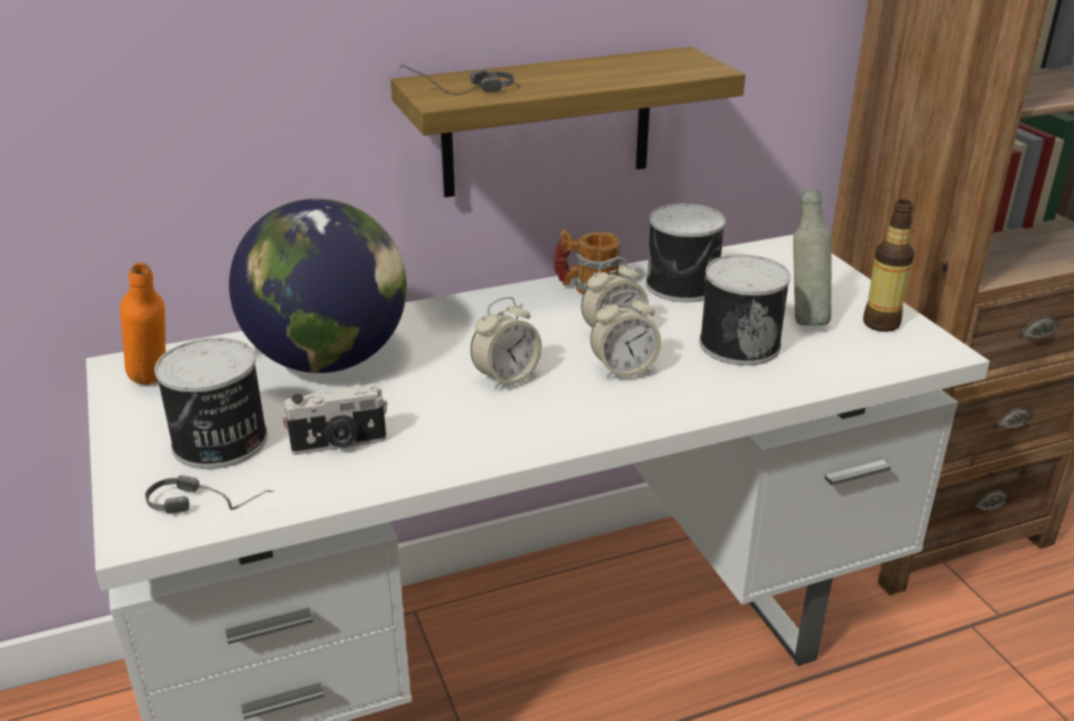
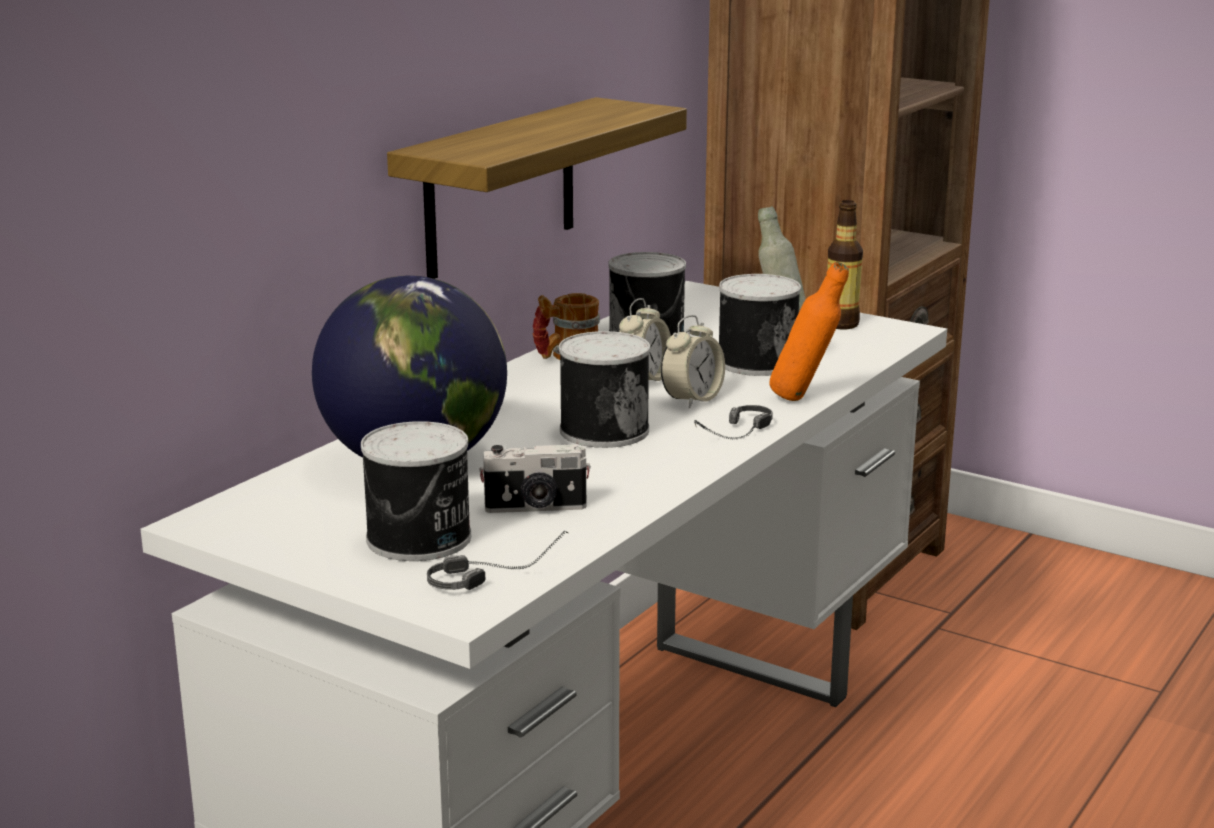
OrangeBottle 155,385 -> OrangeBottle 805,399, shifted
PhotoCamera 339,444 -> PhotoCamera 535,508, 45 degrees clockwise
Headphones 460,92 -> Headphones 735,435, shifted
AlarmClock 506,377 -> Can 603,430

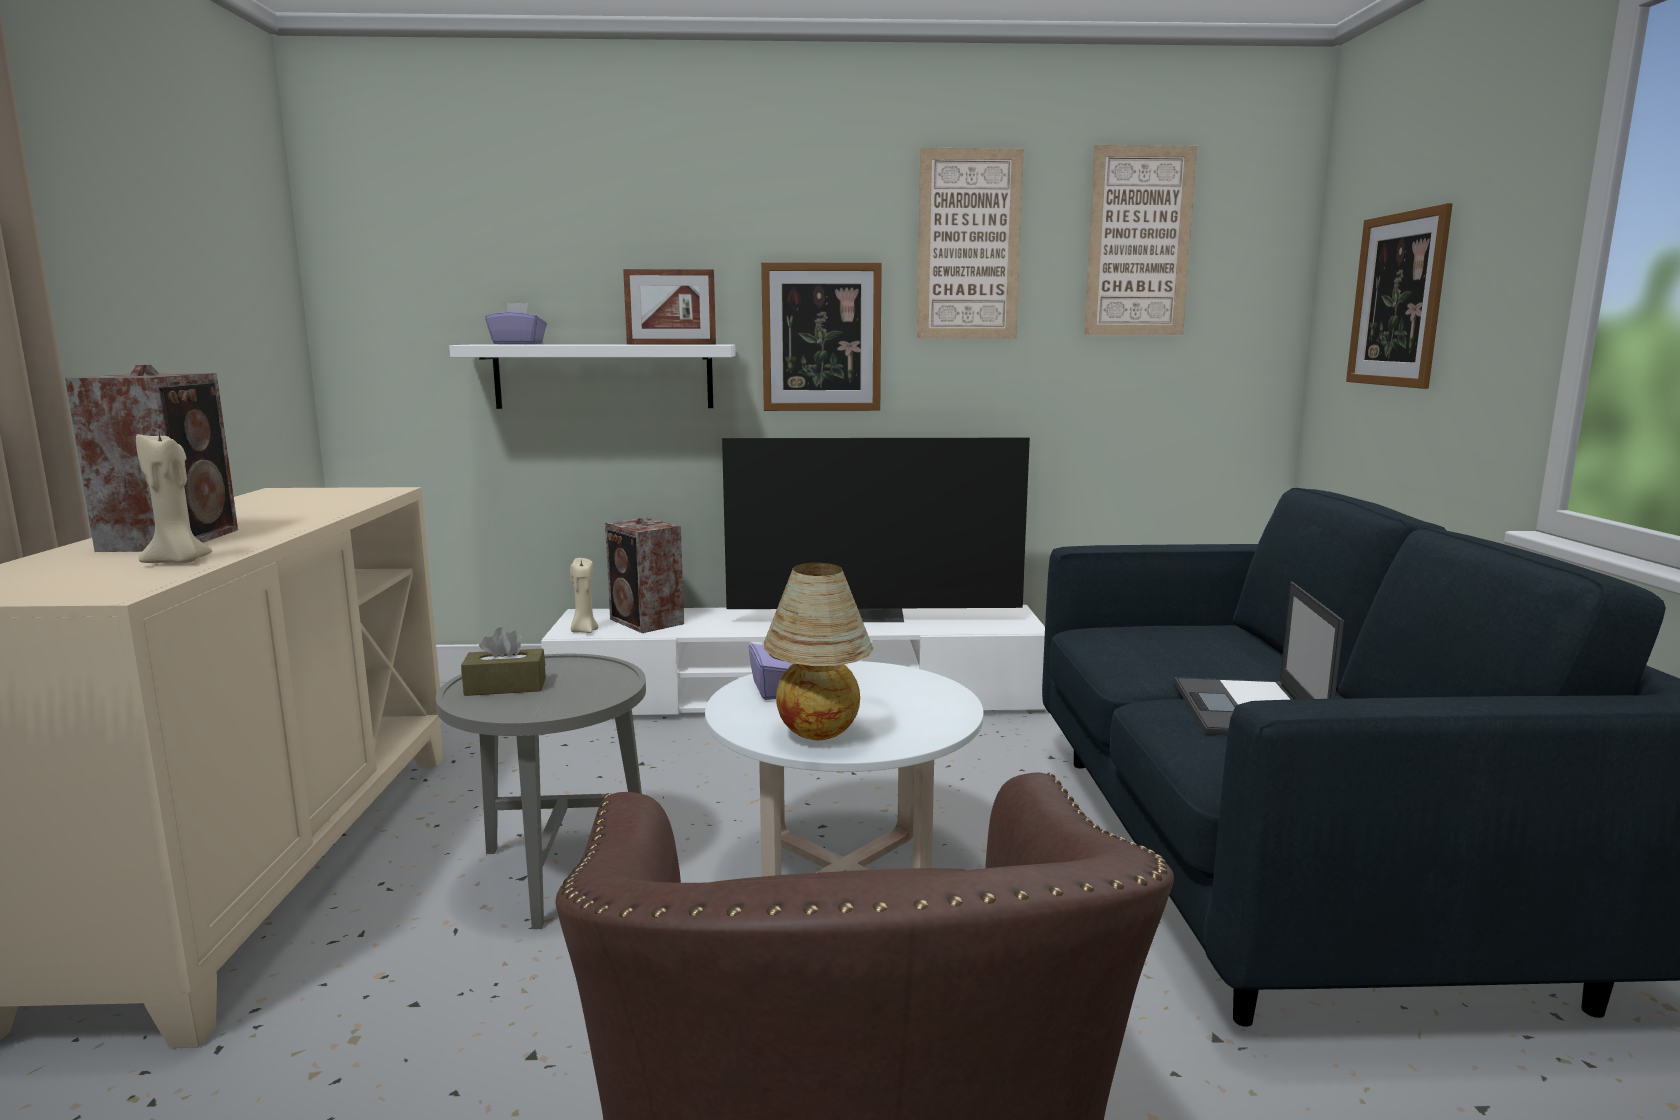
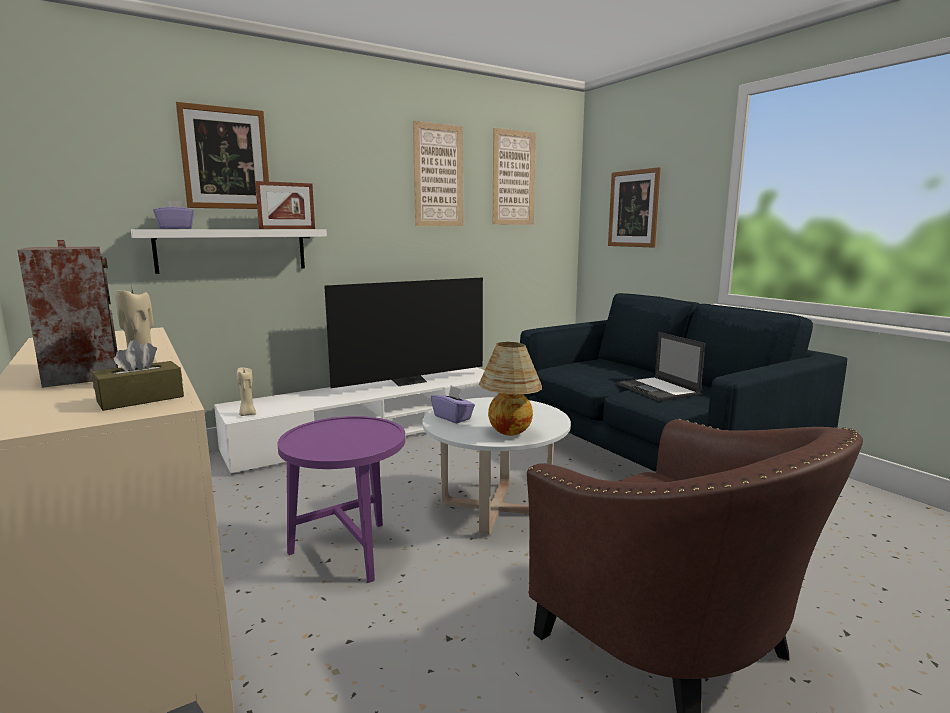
GreySideTable 557,877 -> PurpleSideTable 349,553
BrownTissueBox 505,687 -> BrownTissueBox 141,399, shifted
Speaker 647,622 -> none
Picture 821,337 -> Picture 225,158, shifted

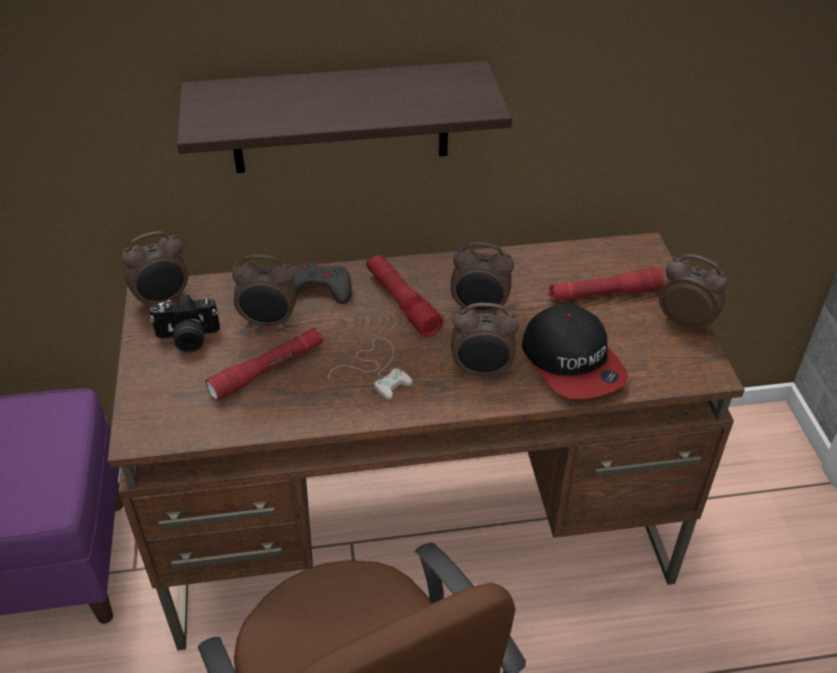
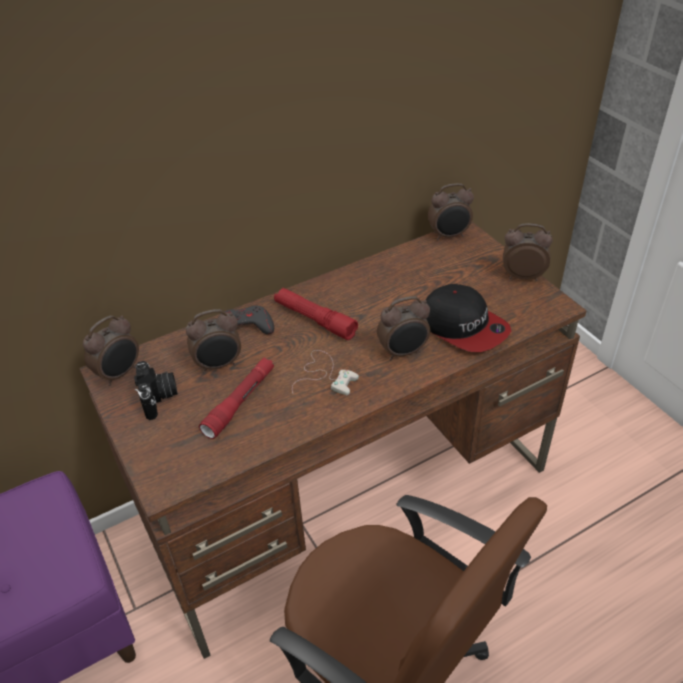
PhotoCamera 188,338 -> PhotoCamera 159,398, 75 degrees counterclockwise
Shelf 340,118 -> none
AlarmClock 479,310 -> AlarmClock 449,236, shifted
RedFlashlight 604,294 -> none

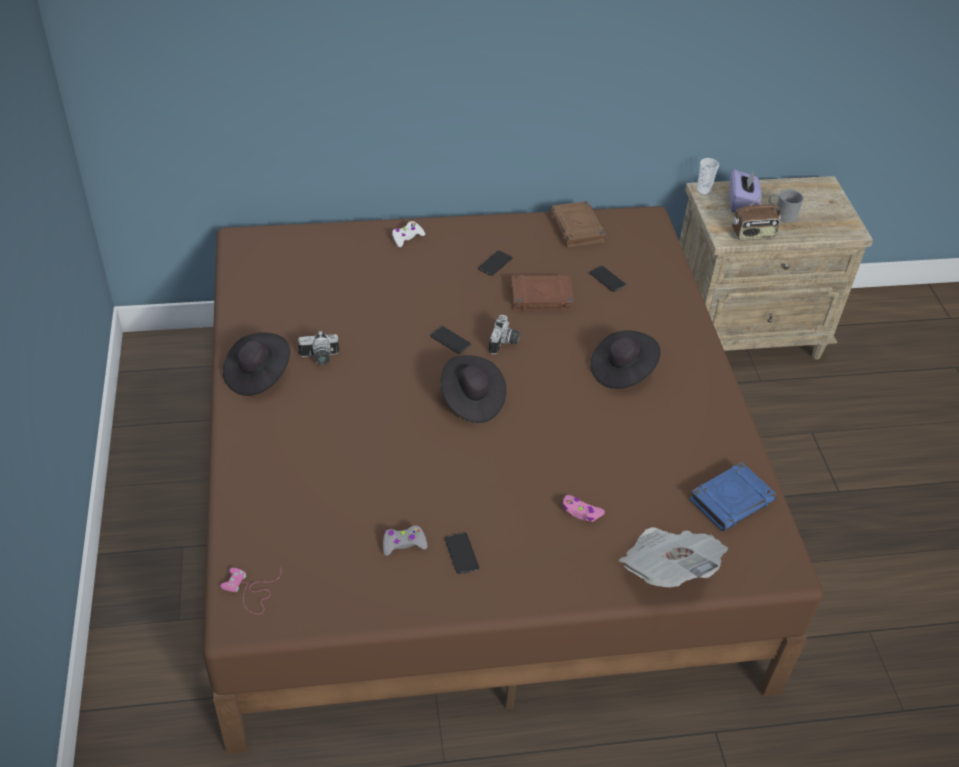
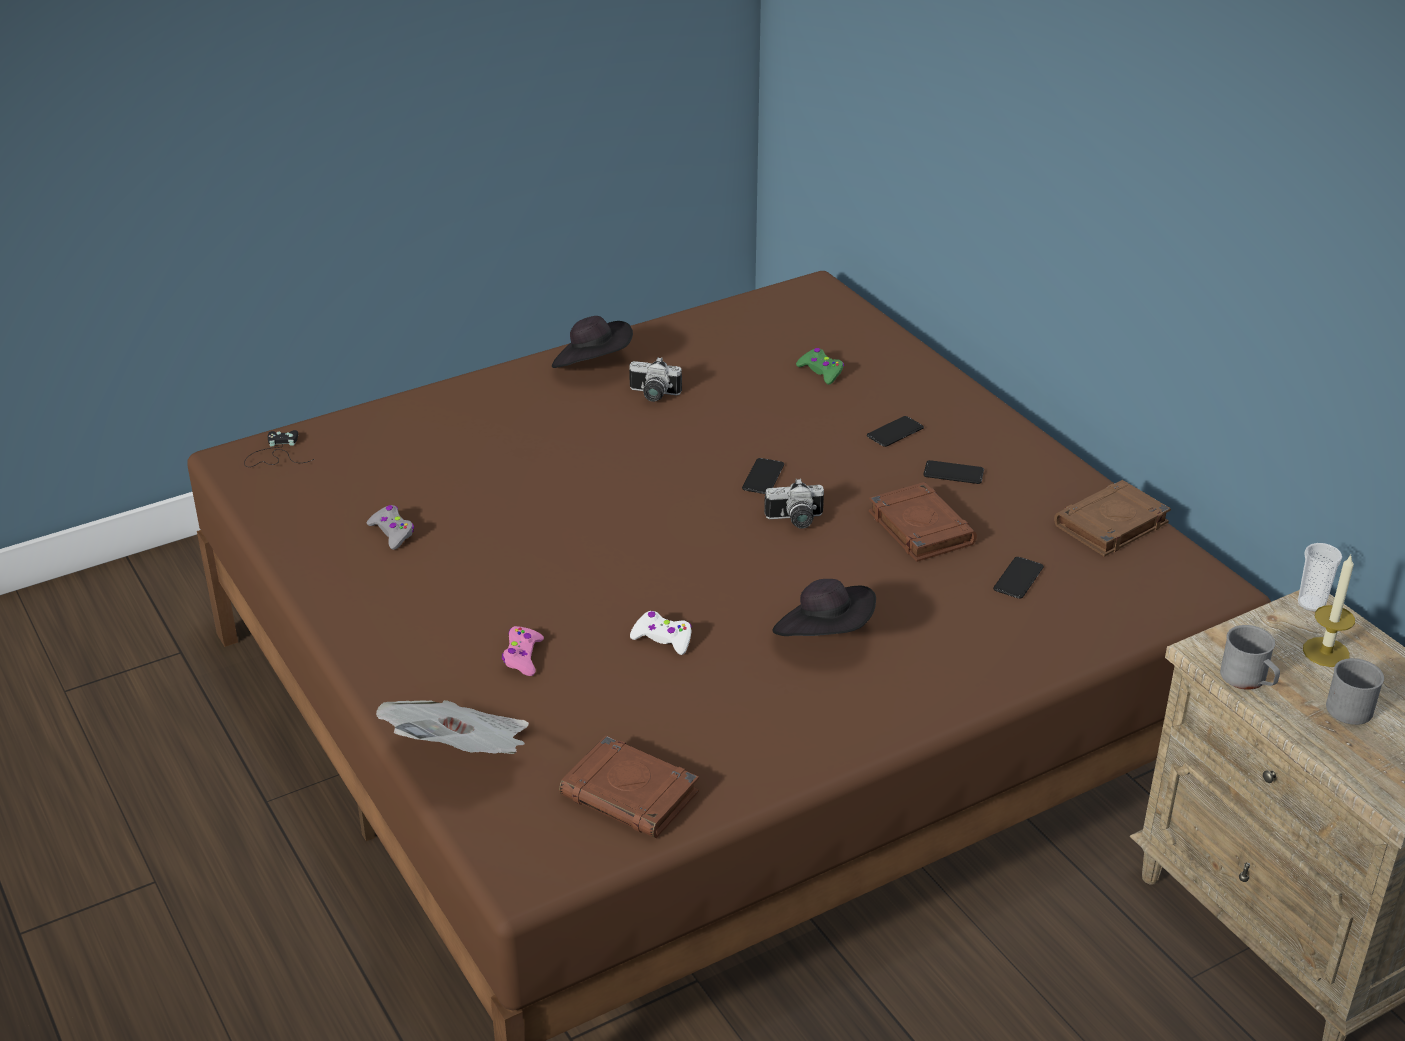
PinkGameController 251,591 -> BlackGameController 275,454
PhotoCamera 319,358 -> PhotoCamera 653,395, 45 degrees counterclockwise
WhiteGameController 407,237 -> WhiteGameController 663,638, shifted
BlackHat 471,400 -> none
Phone 461,553 -> Phone 895,432, shifted
BlueBook 731,500 -> BrownBook 631,795
PurpleTissueBox 741,203 -> Candle 1326,652
Radio 753,234 -> GreyMug 1248,680
none -> GreenGameController 821,371

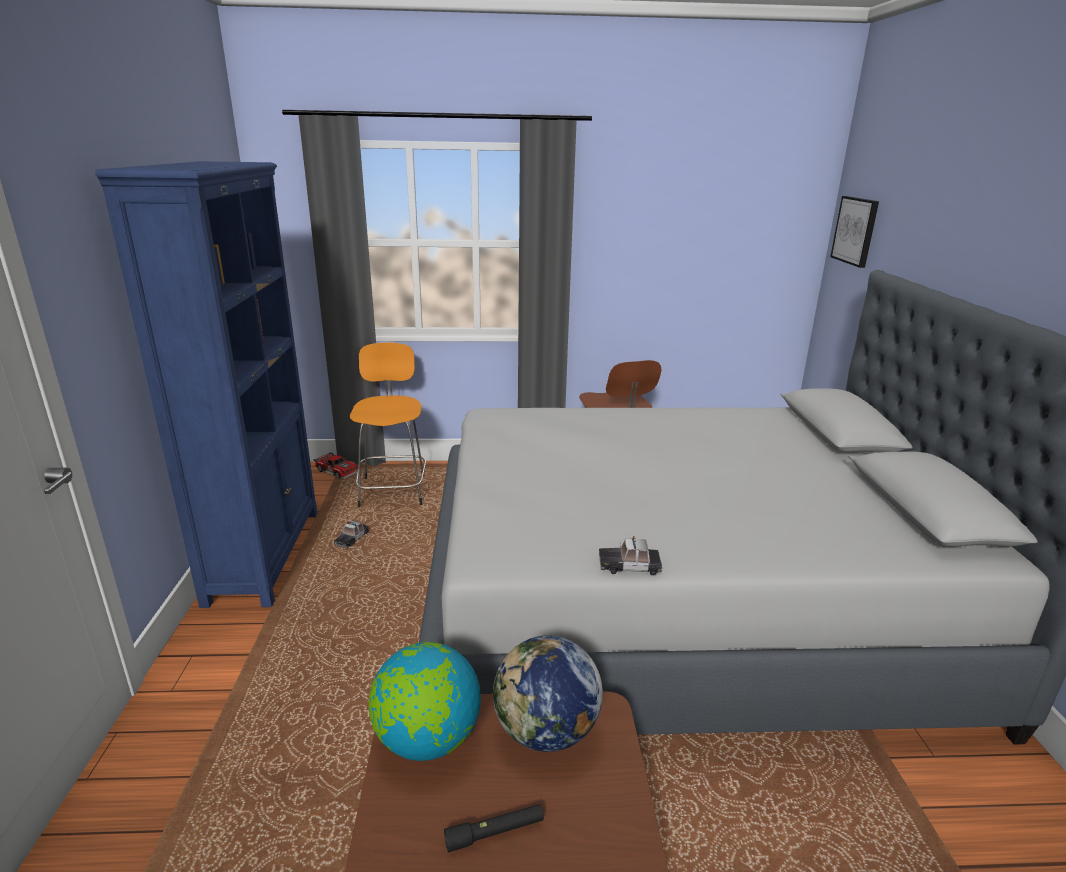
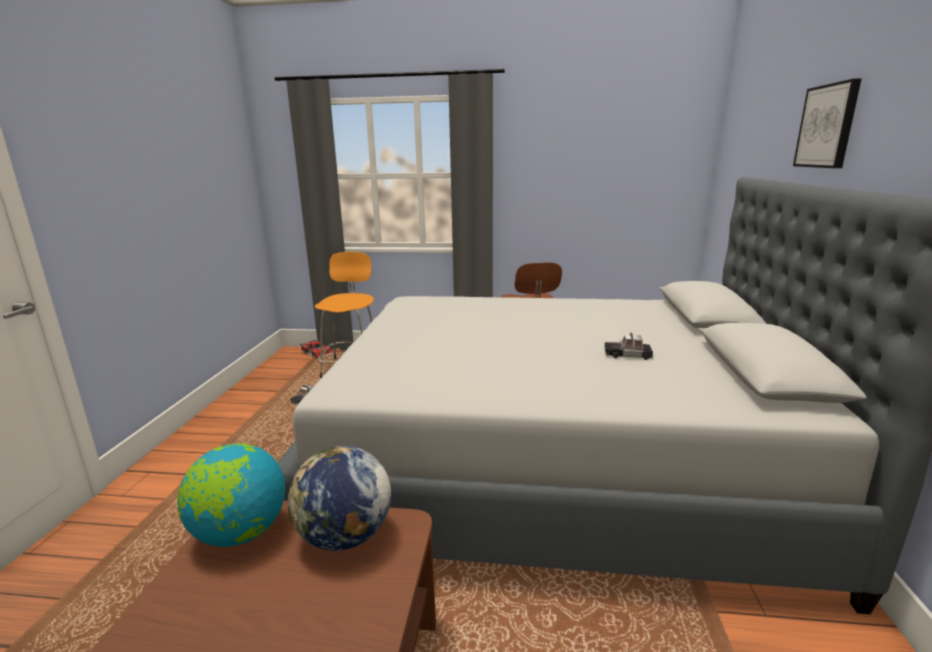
BlueBookcase 265,554 -> none
BlackFlashlight 495,832 -> none
ToyCar 629,565 -> ToyCar 627,354, shifted
Picture 855,231 -> Picture 827,126, shifted

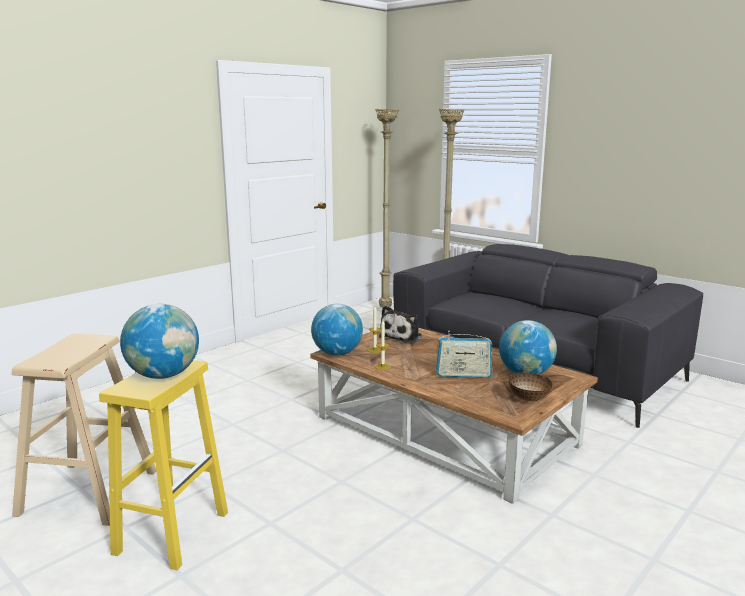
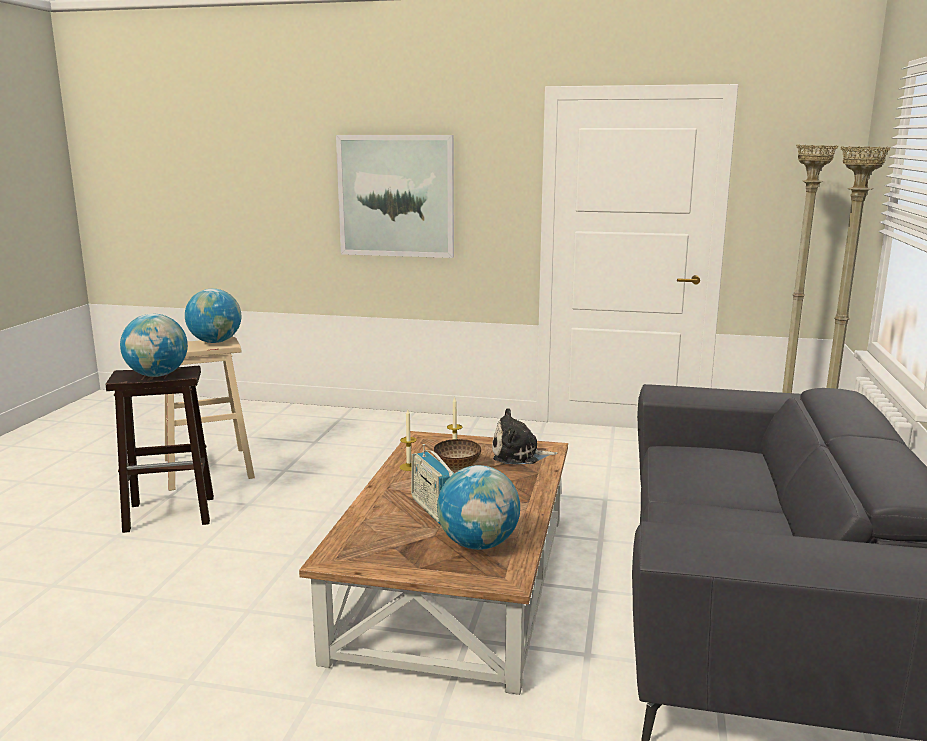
YellowStool 173,531 -> BrownStool 171,513
Globe 337,353 -> Globe 215,342, shifted
Bowl 529,399 -> Bowl 456,468, shifted
none -> Picture 396,196

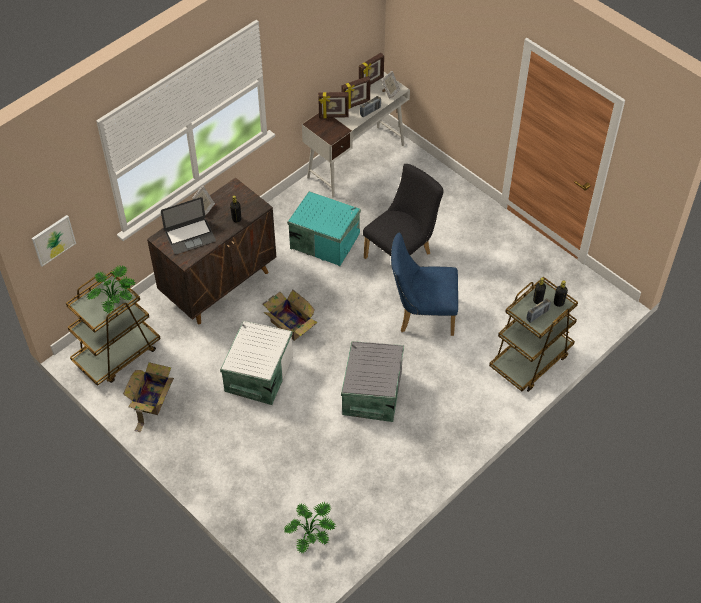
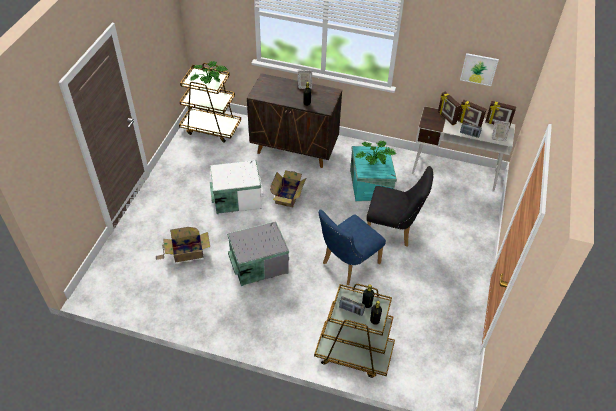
Picture 53,240 -> Picture 479,69, shifted
CardboardBox 151,399 -> CardboardBox 186,252, shifted
Laptop 190,236 -> none
PottedPlant 311,535 -> PottedPlant 374,163, shifted
BlueChair 421,315 -> BlueChair 347,264, 105 degrees counterclockwise

